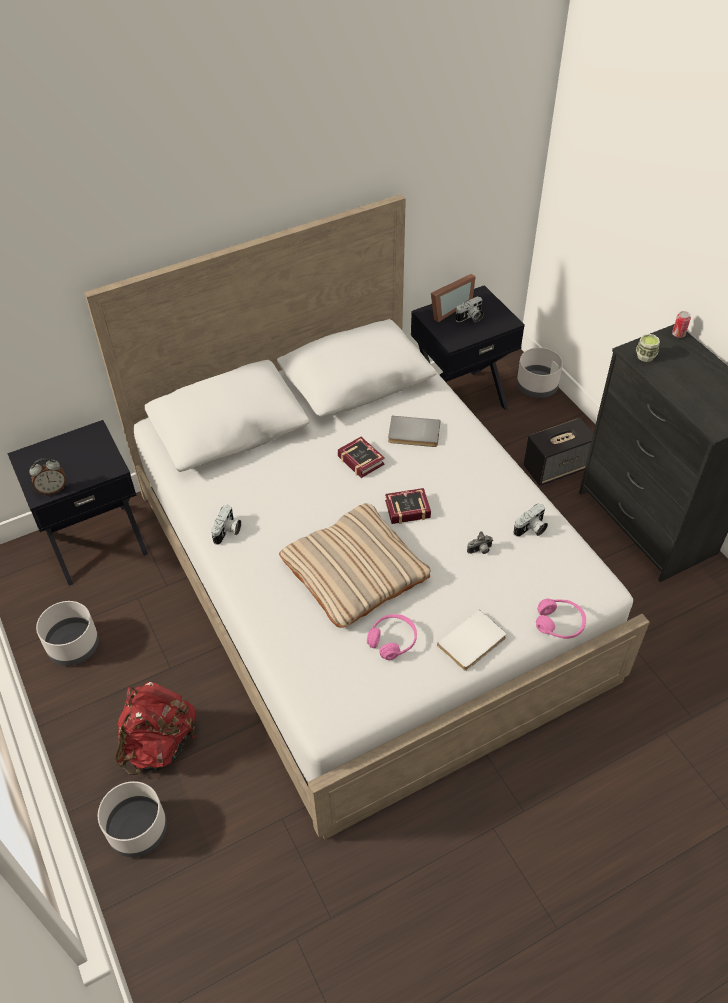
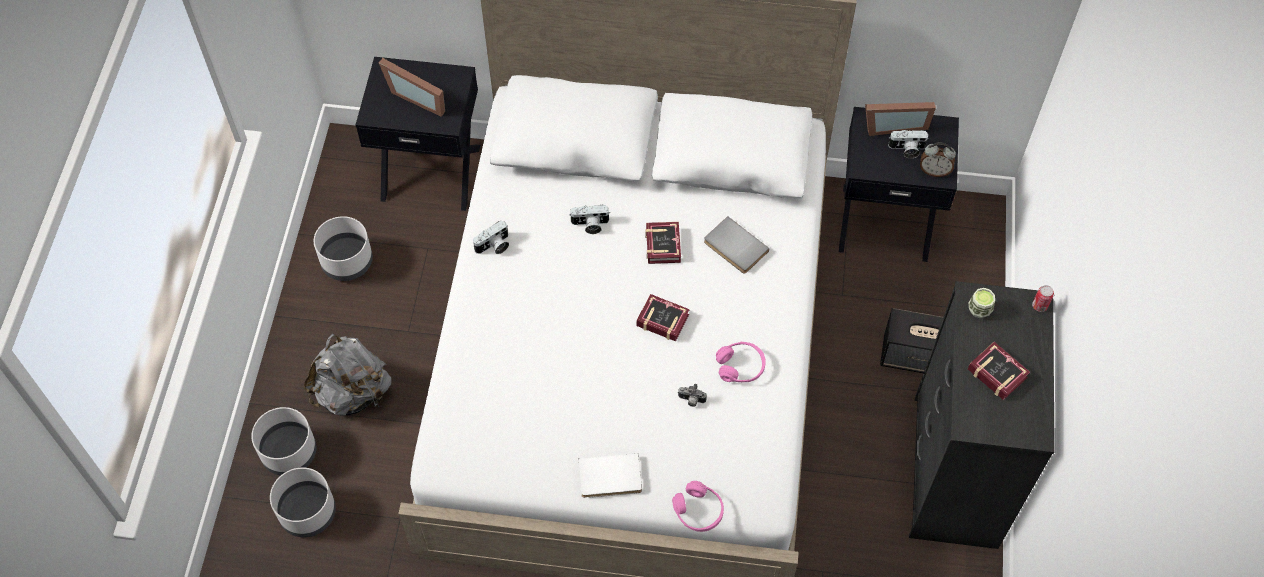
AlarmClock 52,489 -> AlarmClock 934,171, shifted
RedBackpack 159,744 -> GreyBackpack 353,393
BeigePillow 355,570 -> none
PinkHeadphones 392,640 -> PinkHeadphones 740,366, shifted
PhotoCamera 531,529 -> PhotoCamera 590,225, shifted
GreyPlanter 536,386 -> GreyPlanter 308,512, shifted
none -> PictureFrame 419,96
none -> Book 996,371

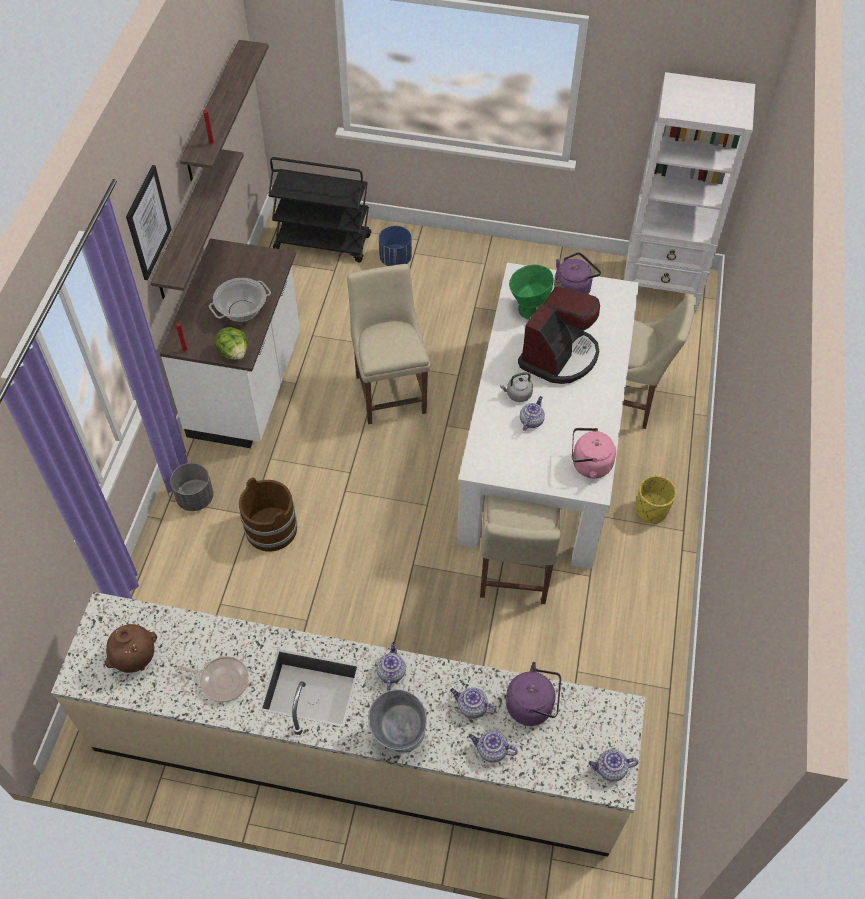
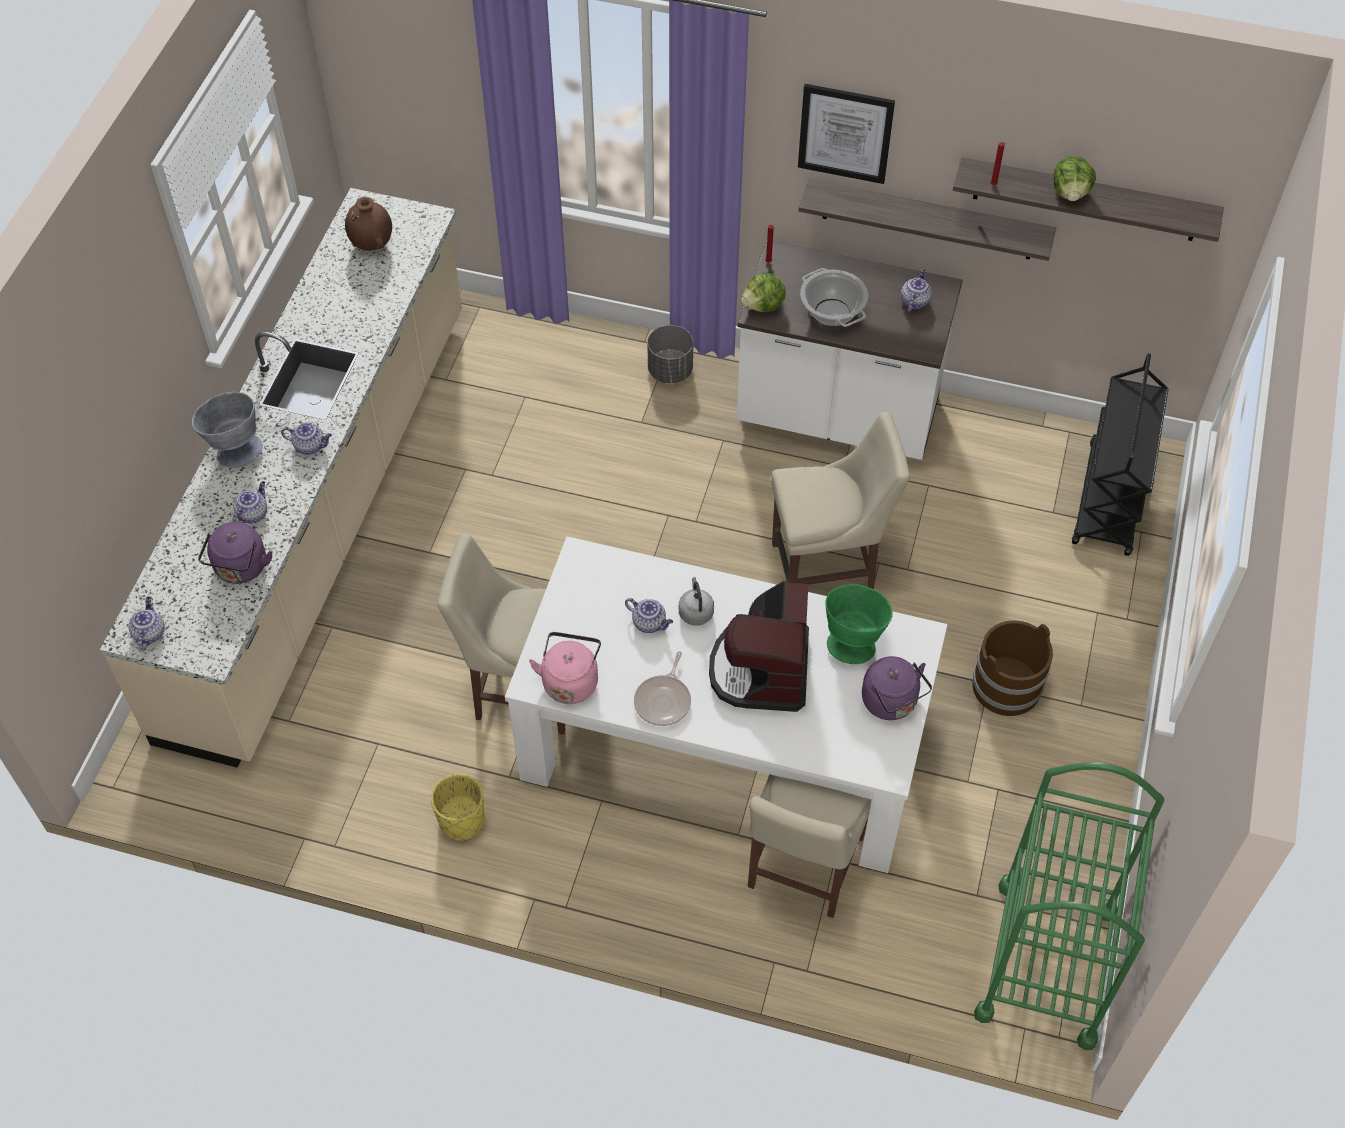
FryingPan 222,680 -> FryingPan 664,701, shifted
BrownBucket 271,529 -> BrownBucket 1006,686, shifted
BluePlanter 395,259 -> none
Teapot 491,750 -> Teapot 914,301, shifted
CoffeeMachine 559,356 -> CoffeeMachine 761,669, 60 degrees clockwise
WhiteBookcase 661,286 -> GreenCart 1046,963
YellowPlanter 651,511 -> YellowPlanter 461,821, shifted
none -> Lettuce 1070,193

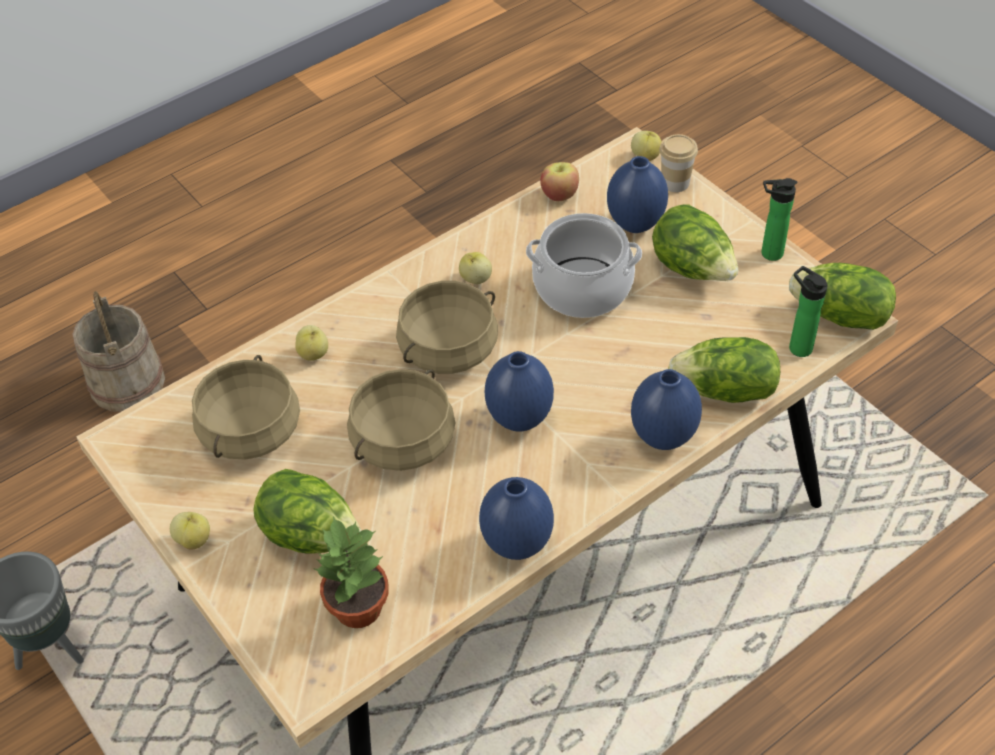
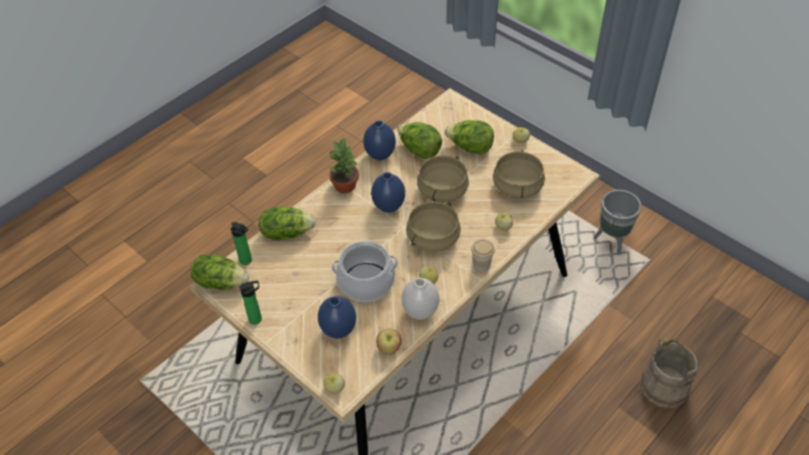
PottedPlant 358,609 -> PottedPlant 345,185, shifted
BlueVase 663,436 -> none
Lettuce 692,269 -> Lettuce 419,150, shifted
Cup 675,182 -> Cup 481,265, shifted
none -> WhiteVase 421,312

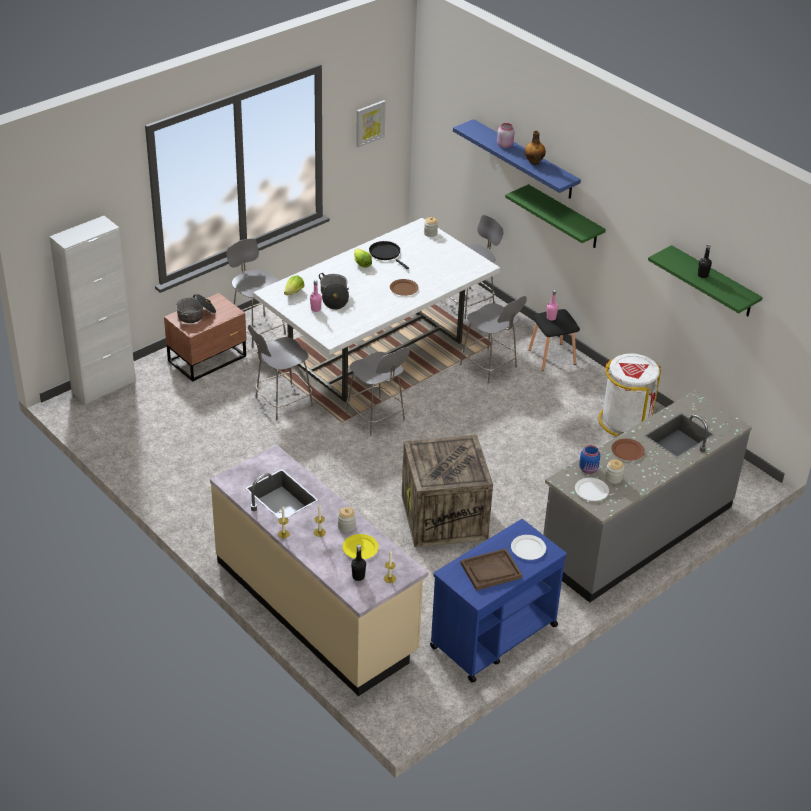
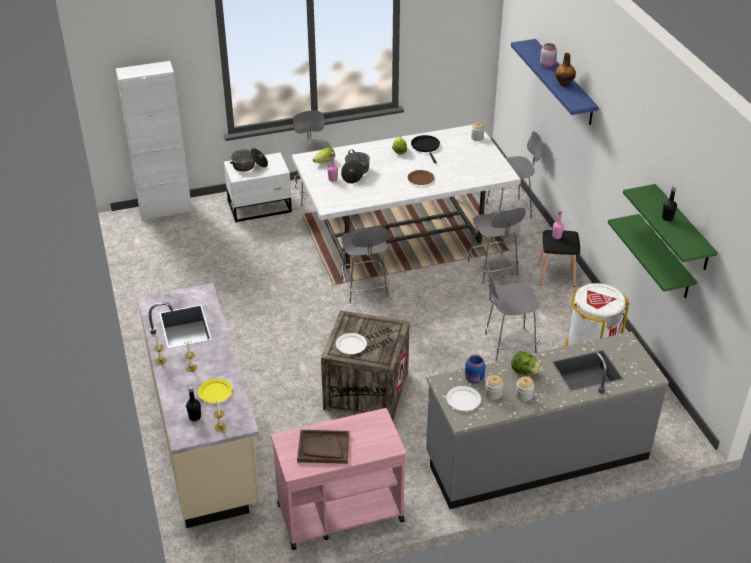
BrownNightstand 209,359 -> WhiteNightstand 260,207
GreyChair 282,402 -> GreyChair 508,344, shifted
Jar 346,526 -> Jar 524,395, shifted
Picture 370,123 -> none
BlueCart 493,636 -> PinkCart 339,512
GreenShelf 565,217 -> GreenShelf 664,257, shifted
WhitePlate 528,548 -> WhitePlate 351,344, shifted
BrownPlate 627,451 -> Lettuce 524,371

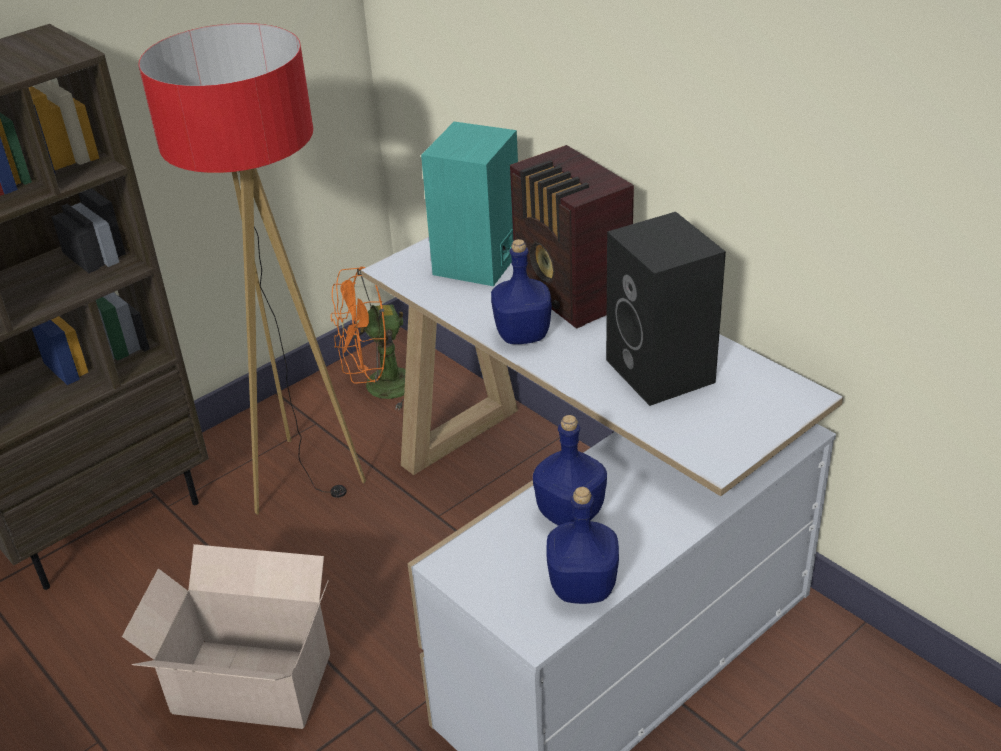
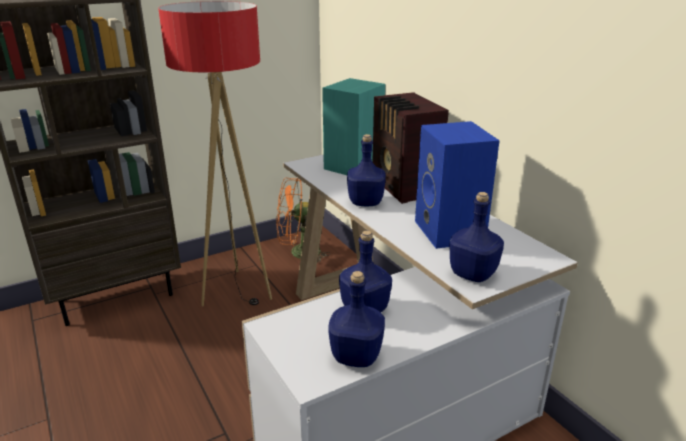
CardboardBox 248,682 -> none
BlackSpeaker 663,372 -> BlueSpeaker 451,232
none -> BlueBottle 473,274

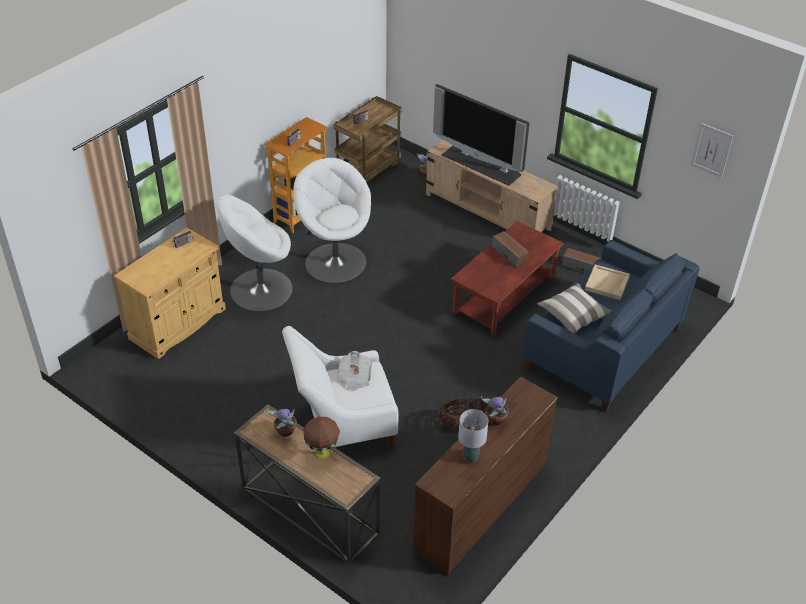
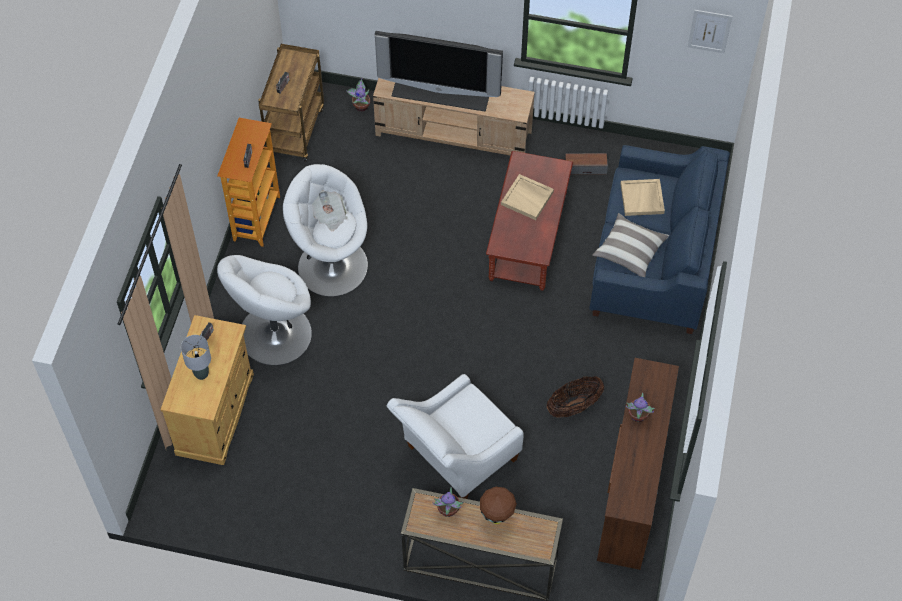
Newspaper 355,378 -> Newspaper 330,216, shifted
GreyTableLamp 470,457 -> GreyTableLamp 201,373, shifted
Speaker 509,254 -> BeigeTray 527,198

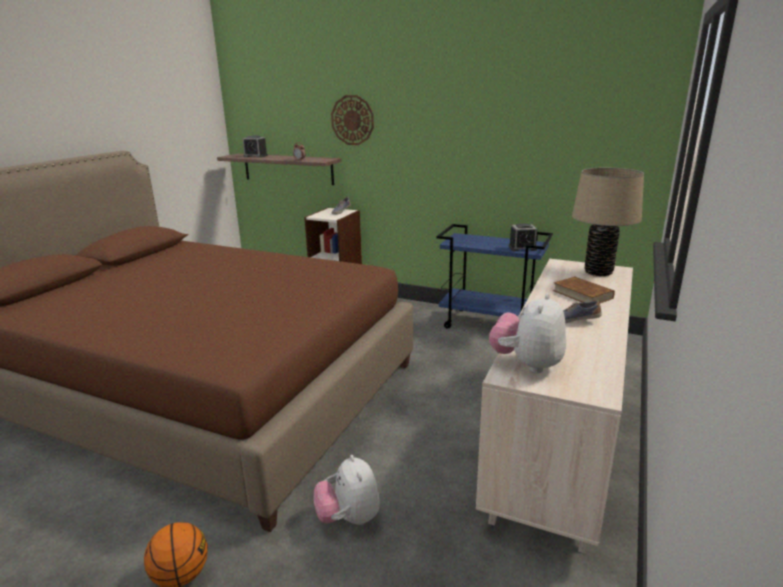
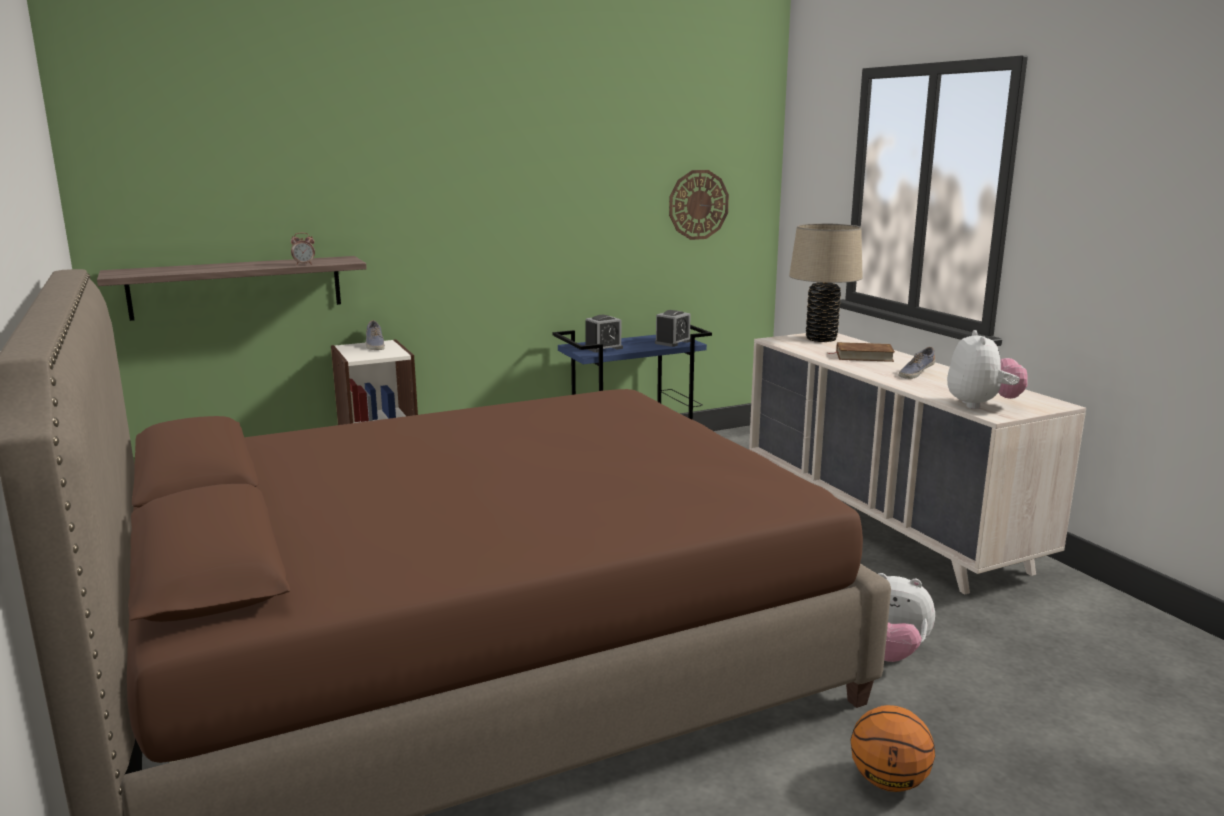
AlarmClock 255,156 -> AlarmClock 603,348, shifted
WallClock 352,120 -> WallClock 698,204, shifted
PlushToy 527,364 -> PlushToy 981,405, 150 degrees counterclockwise

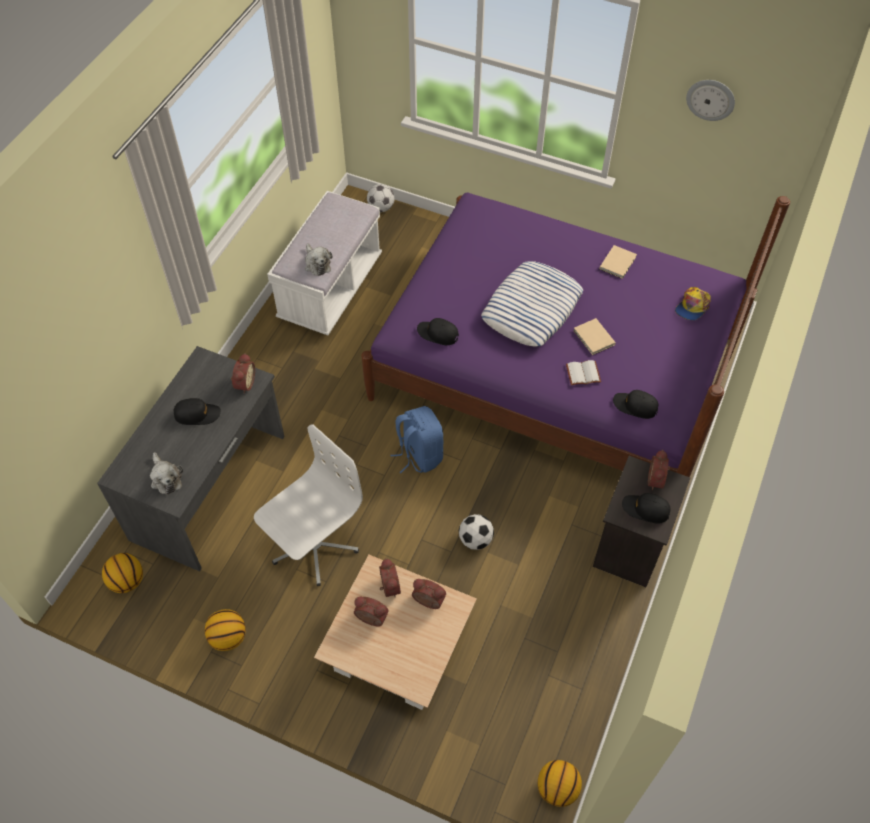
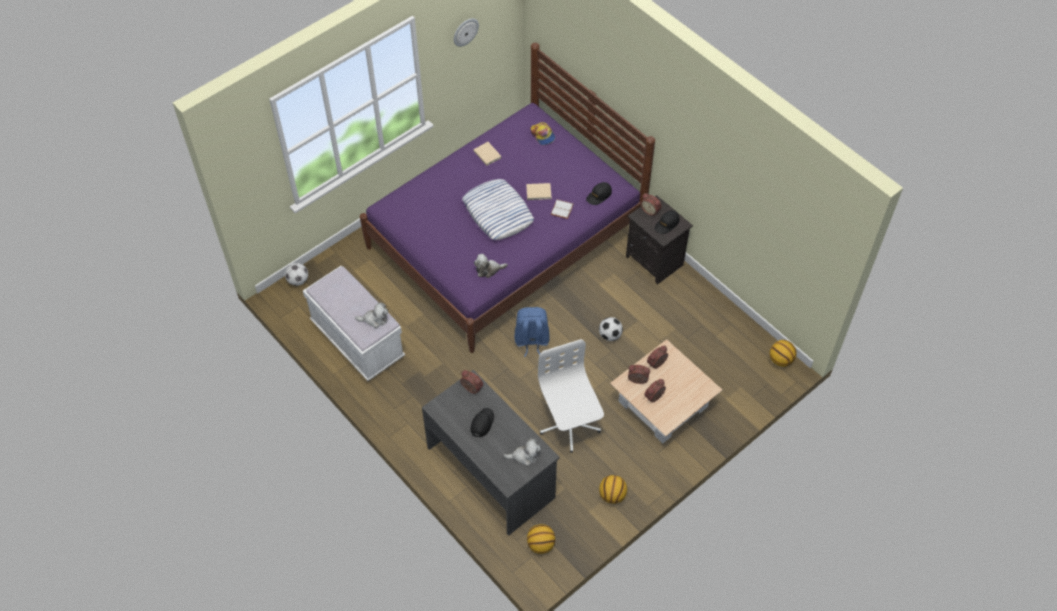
BlackCap 438,334 -> PlushToy 488,269

